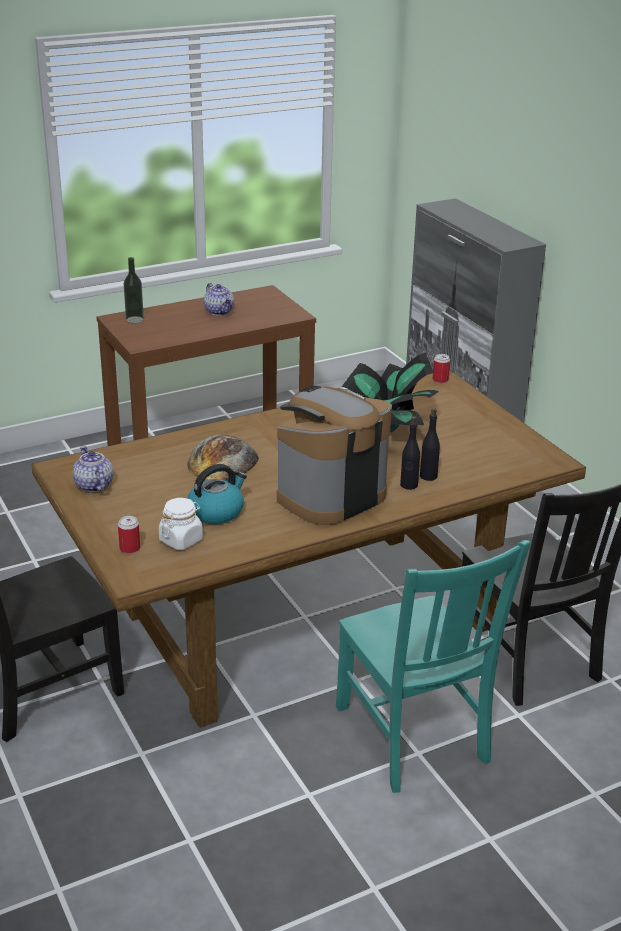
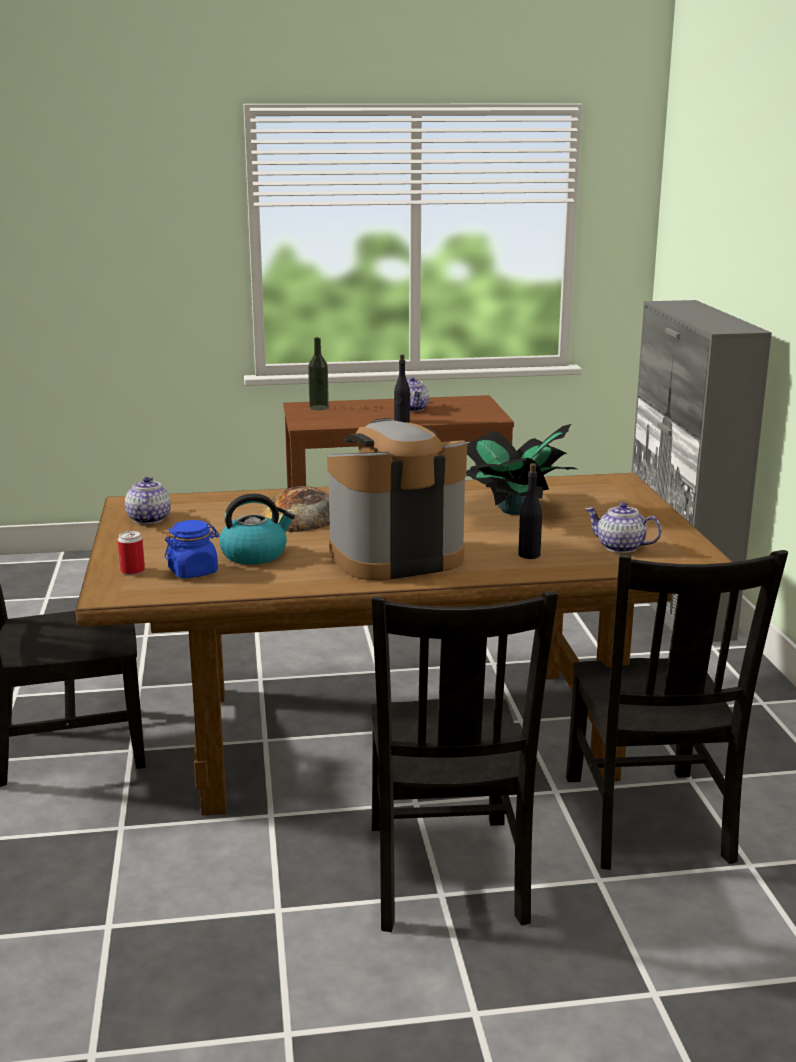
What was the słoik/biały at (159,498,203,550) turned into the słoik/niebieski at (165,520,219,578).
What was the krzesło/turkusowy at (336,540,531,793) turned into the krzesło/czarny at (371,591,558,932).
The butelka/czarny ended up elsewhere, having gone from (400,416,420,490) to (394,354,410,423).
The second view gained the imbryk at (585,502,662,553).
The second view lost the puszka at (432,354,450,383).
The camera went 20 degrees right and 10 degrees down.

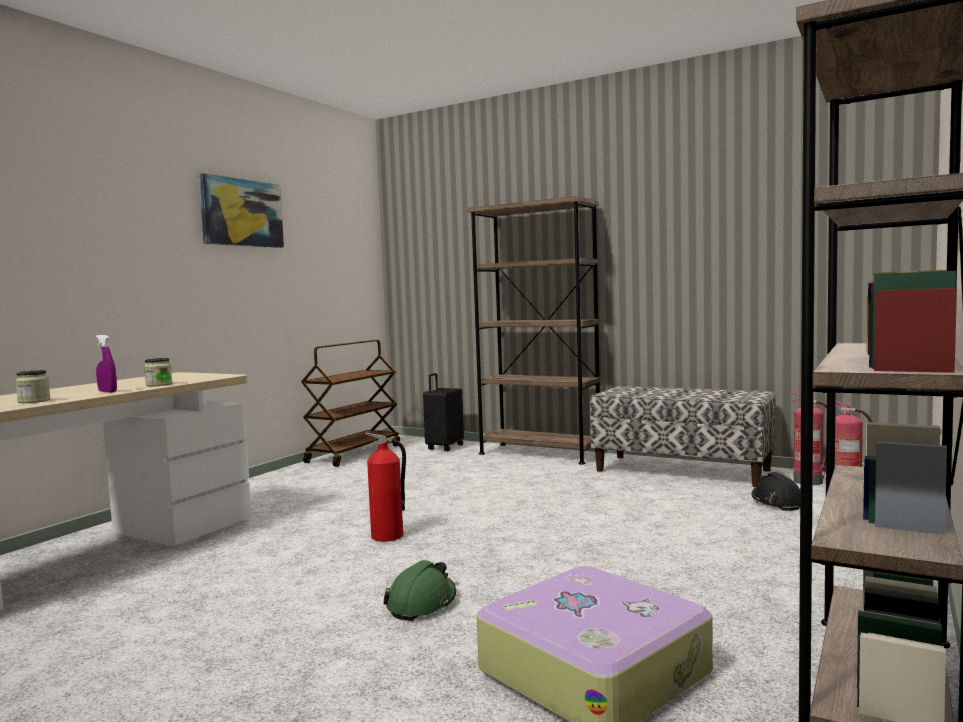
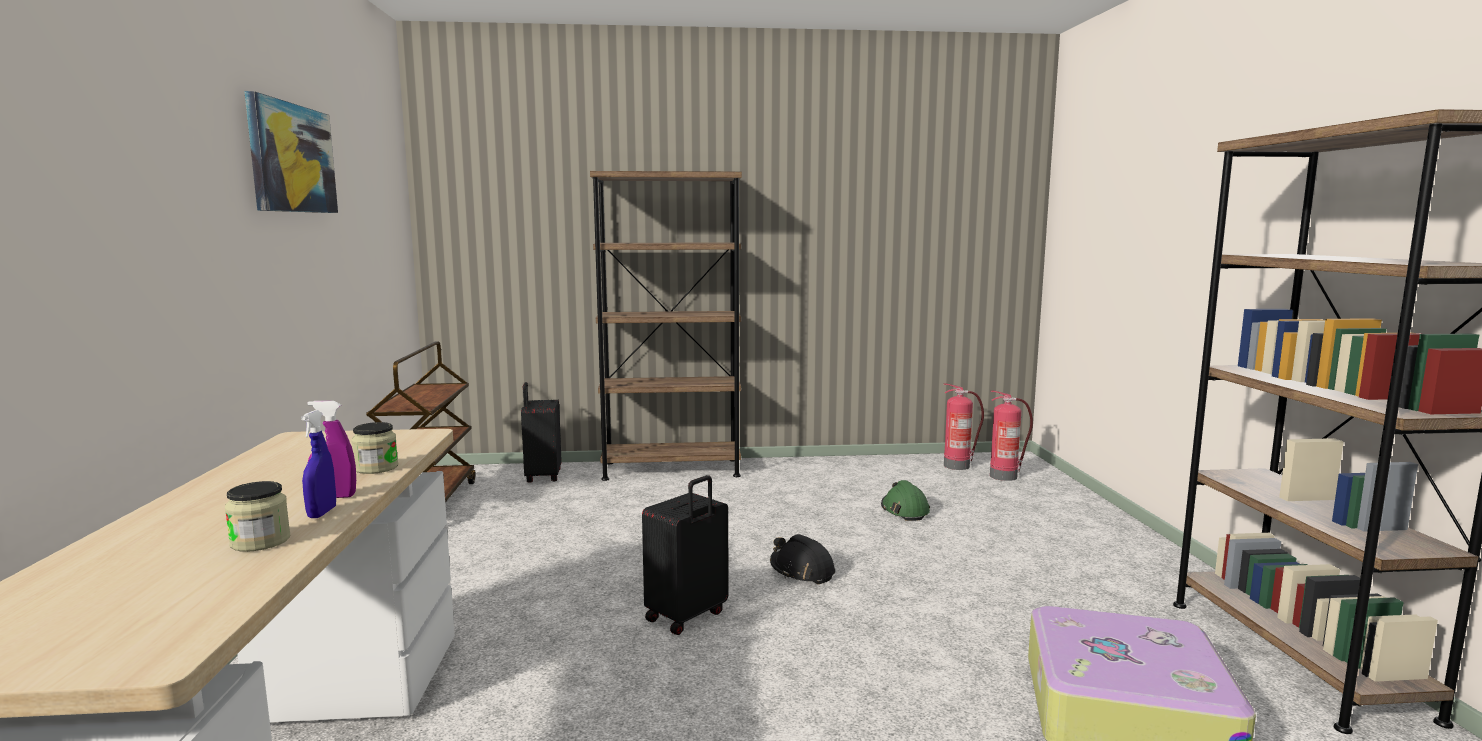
The second view gained the spryskiwacz/niebieski at (301,410,336,518).
Where the gaśnica stood at (363,433,406,542), the walizka/czarny came to stand at (642,475,729,635).
The kask/czarny ended up elsewhere, having gone from (751,472,800,511) to (770,534,835,584).
The kask/zielony ended up elsewhere, having gone from (383,560,456,621) to (881,480,930,521).
The second view lost the ławka at (590,386,776,487).
The camera went 35 degrees left and 5 degrees up.

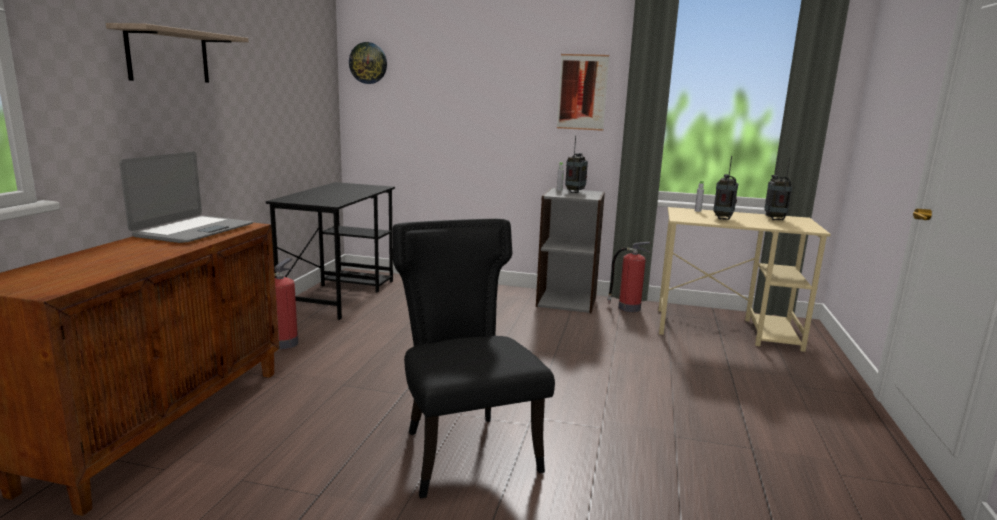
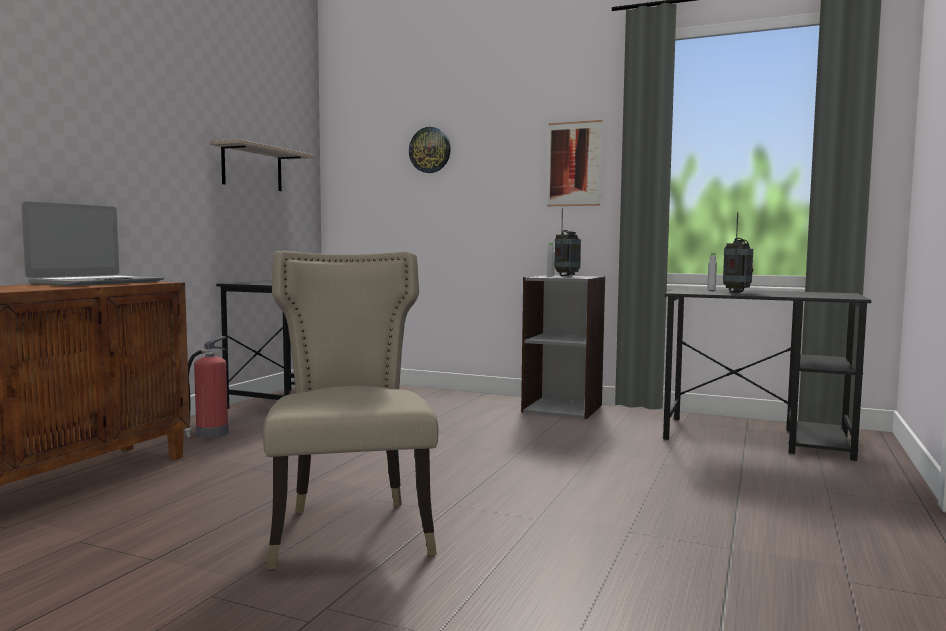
The półka ended up elsewhere, having gone from (106,23,249,83) to (210,139,314,191).
What was the krzesło/czarny at (393,219,555,499) turned into the krzesło/beżowy at (263,251,438,569).
The zegar ścienny ended up elsewhere, having gone from (349,42,387,84) to (409,127,451,173).
What was the biurko/beżowy at (658,207,831,352) turned into the biurko/czarny at (663,288,871,461).
The second view lost the gaśnica at (607,242,650,312).
The second view lost the radio at (764,157,792,220).
The camera went 10 degrees right and 10 degrees down.

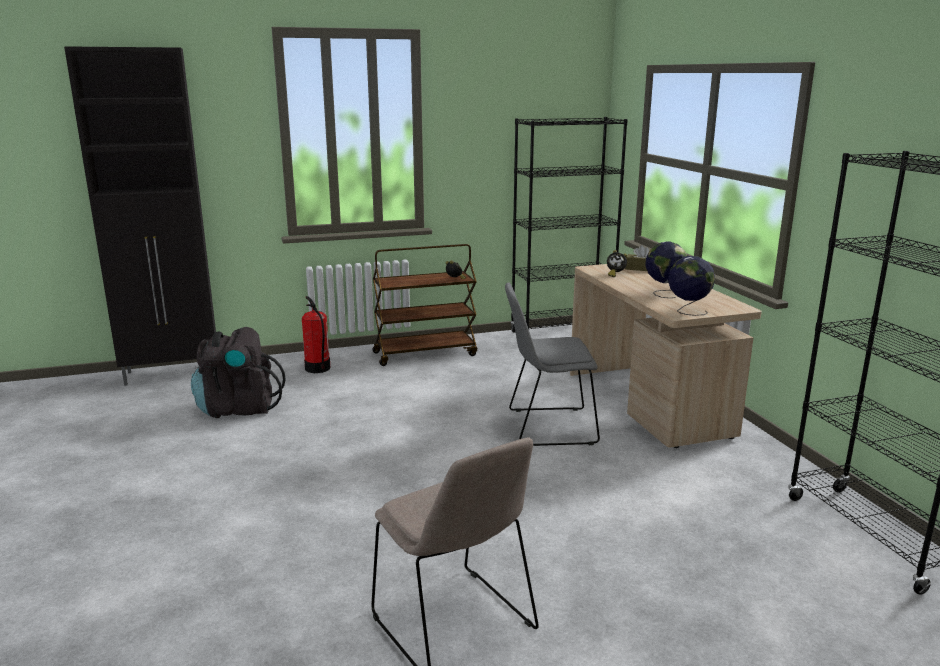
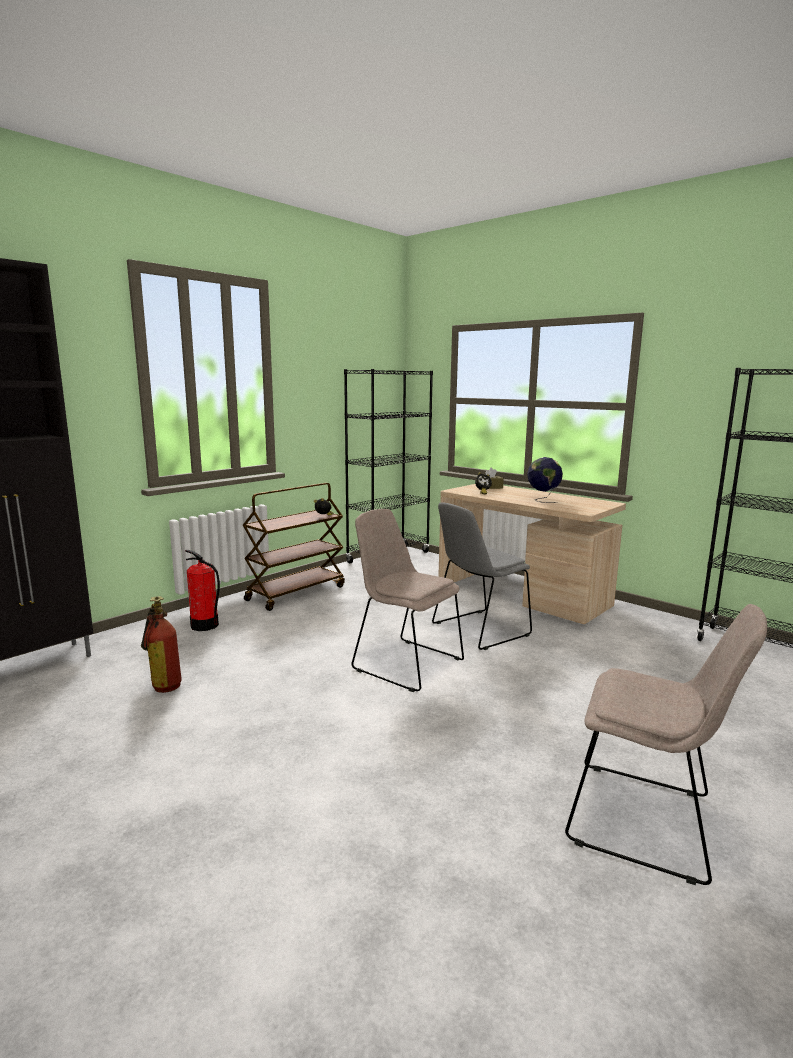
Where the plecak/czarny stood at (191,327,286,418), the gaśnica came to stand at (141,596,182,693).
The second view gained the krzesło/beżowy at (351,509,464,692).
The second view lost the globus at (668,256,715,316).
The camera went 30 degrees left and 5 degrees down.

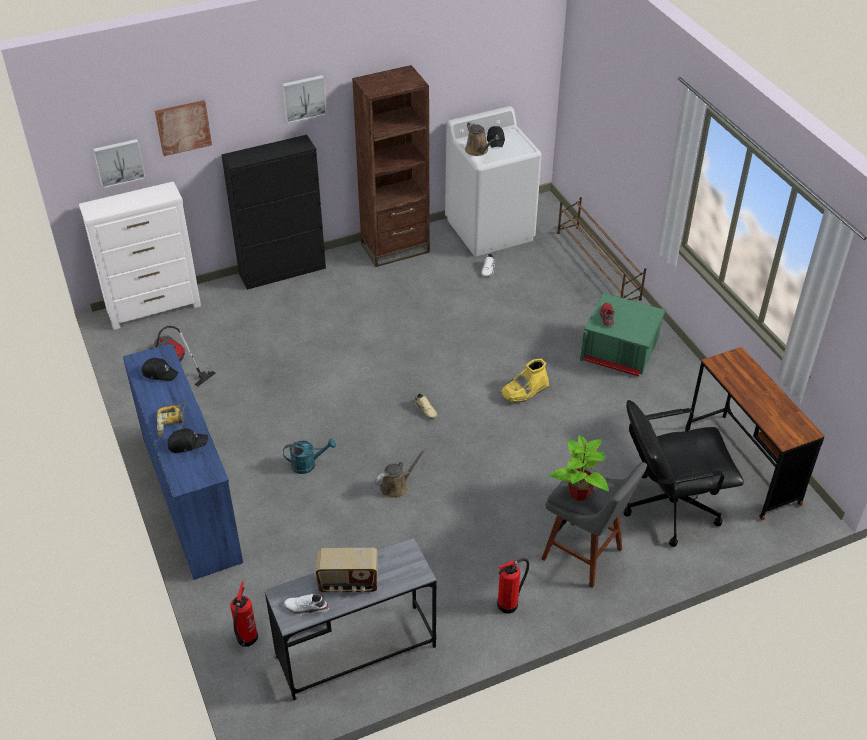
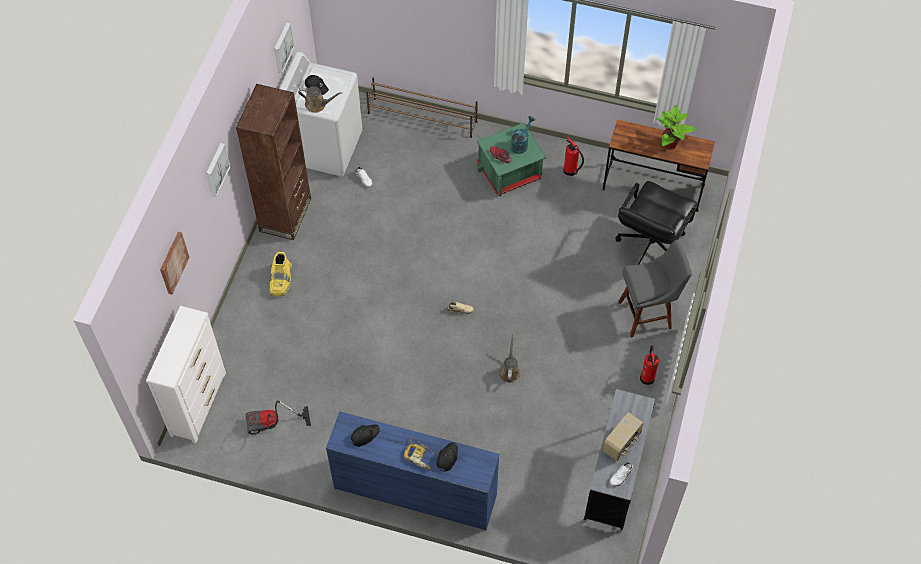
The but z cholewką/żółty ended up elsewhere, having gone from (500,359,549,403) to (269,252,292,296).
The obraz ended up elsewhere, having gone from (93,139,146,188) to (274,22,294,73).
The konewka/turkusowy ended up elsewhere, having gone from (283,438,336,474) to (511,116,535,154).
The gaśnica ended up elsewhere, having gone from (230,582,258,647) to (563,136,584,176).
The roślina doniczkowa ended up elsewhere, having gone from (549,434,609,501) to (656,105,697,149).
The second view lost the szafka/czarny at (221,135,326,290).
The camera went 50 degrees left and 15 degrees up.

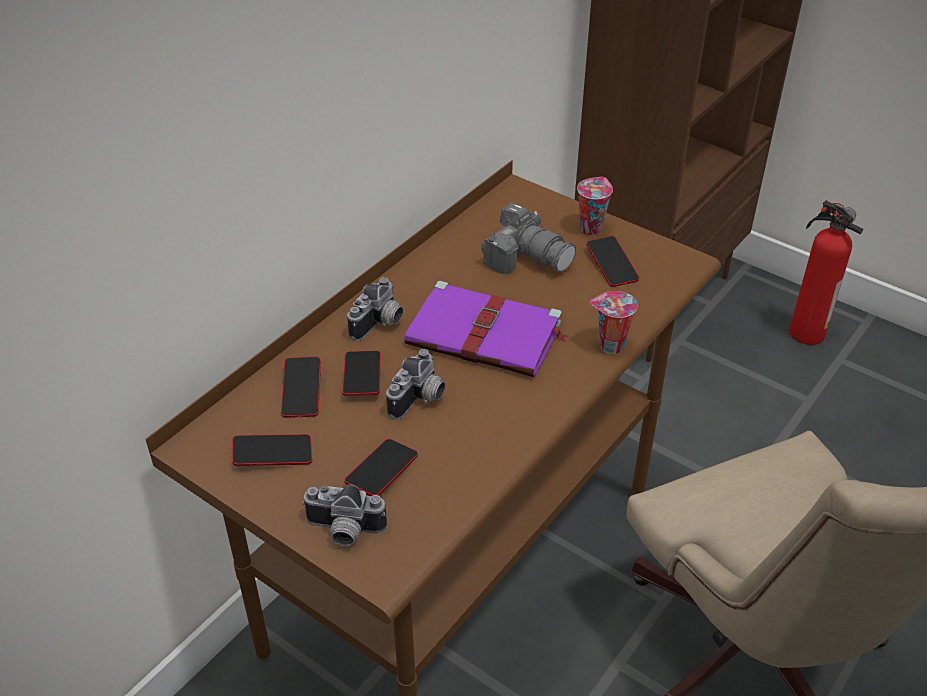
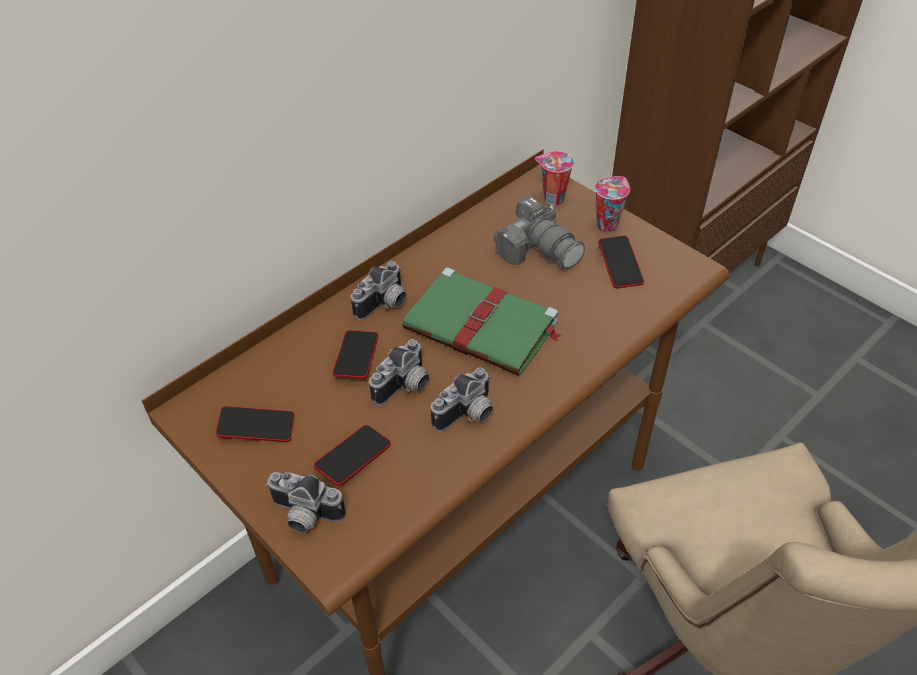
What was the książka/fioletowy at (404,281,568,377) turned into the książka/zielony at (402,267,562,376).
The second view gained the aparat fotograficzny at (431,367,493,432).
The filiżanka ended up elsewhere, having gone from (590,291,637,354) to (535,151,574,205).
The second view lost the telefon at (281,357,321,418).
The second view lost the gaśnica at (789,200,863,345).
The camera went 10 degrees right and 5 degrees up.

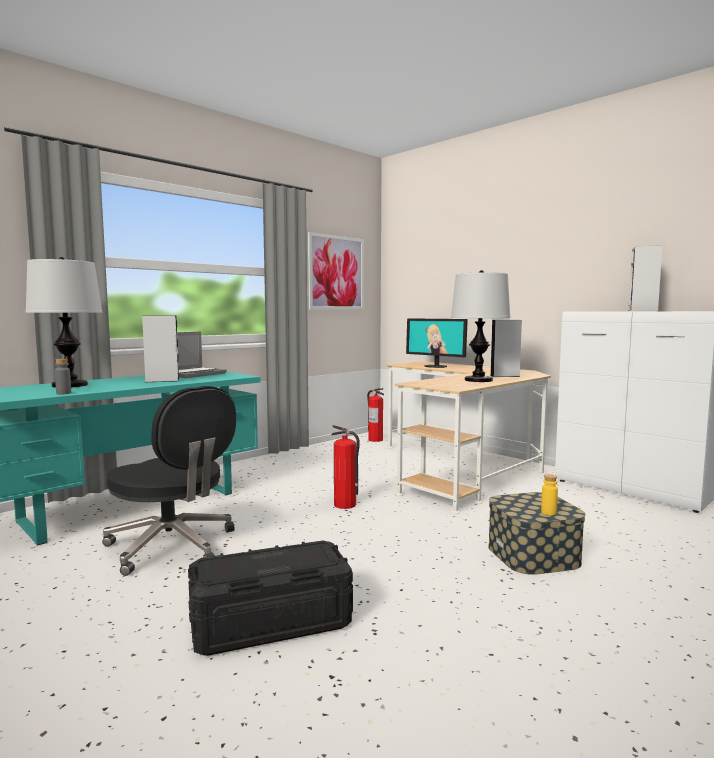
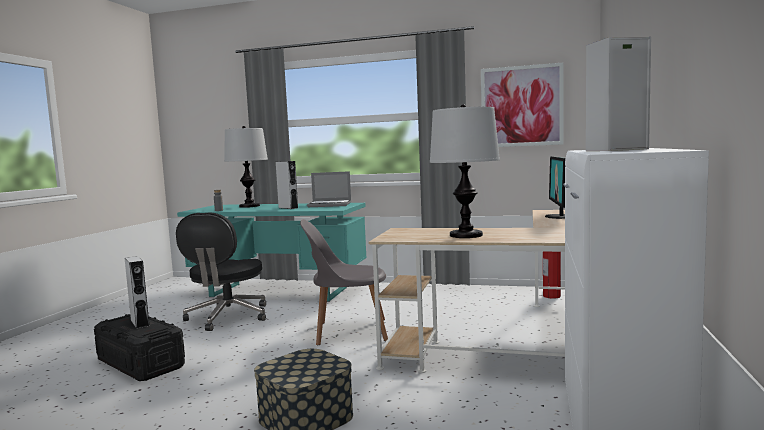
The głośnik/szary ended up elsewhere, having gone from (491,320,522,377) to (125,256,150,329).
Where the gaśnica stood at (331,425,360,509), the krzesło/szary came to stand at (300,219,388,345).
The second view lost the butelka/żółty at (541,474,558,515).
The camera went 60 degrees right and 0 degrees up.

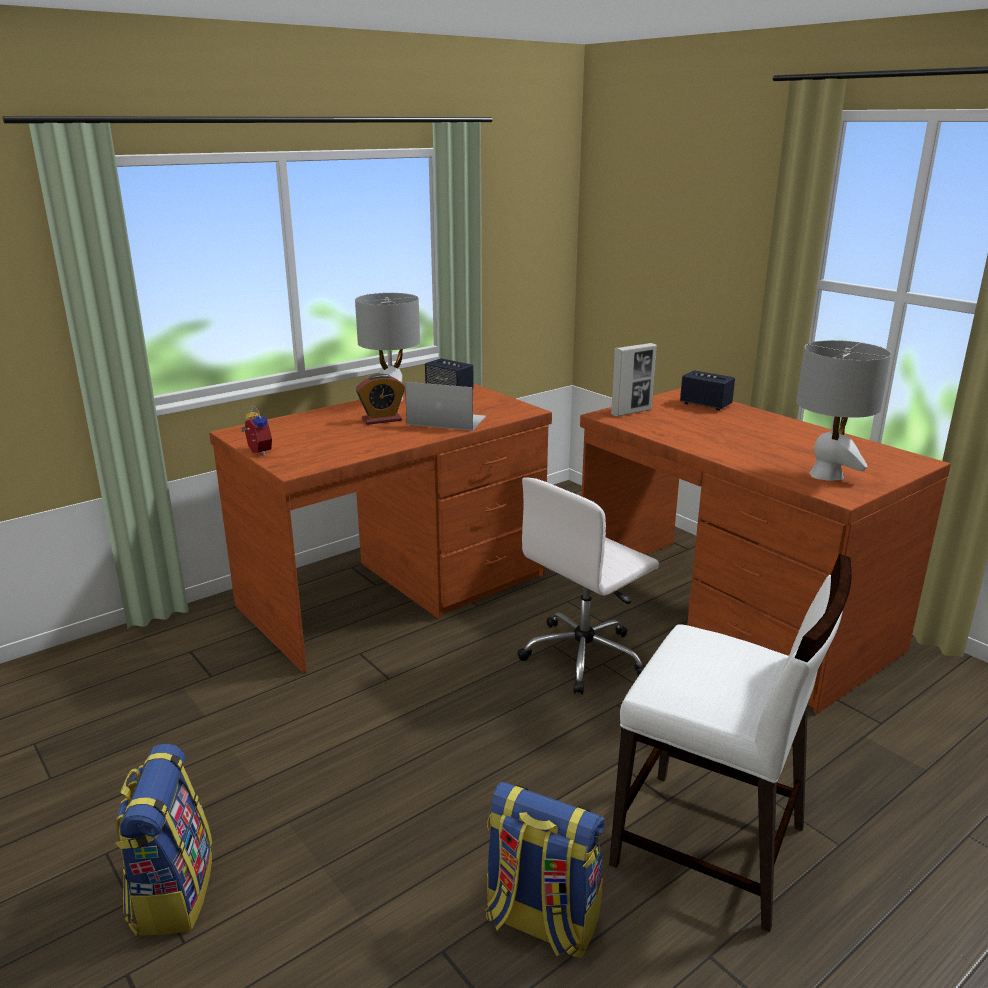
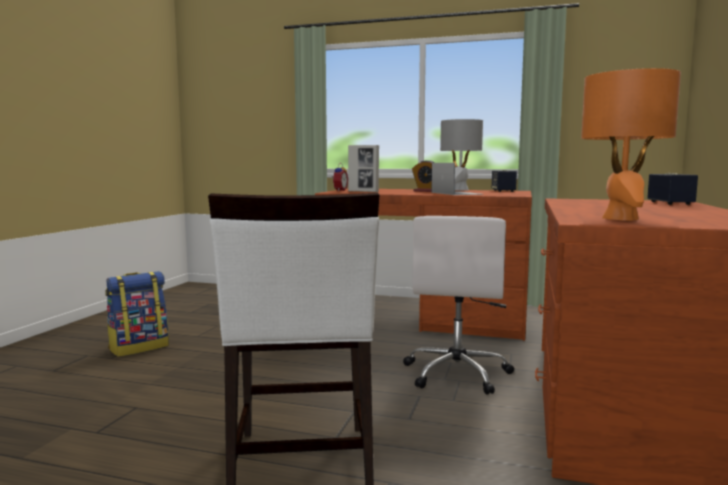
The ramka na zdjęcie ended up elsewhere, having gone from (611,343,657,417) to (348,145,379,192).
The krzesło biurowe/biały at (517,477,659,694) ended up facing another way, 90 degrees counterclockwise from before.
What was the lampa stołowa/szary at (797,340,891,481) turned into the lampa stołowa/pomarańczowy at (581,68,681,221).
The second view lost the plecak at (485,782,605,958).
The camera went 55 degrees right and 15 degrees down.

